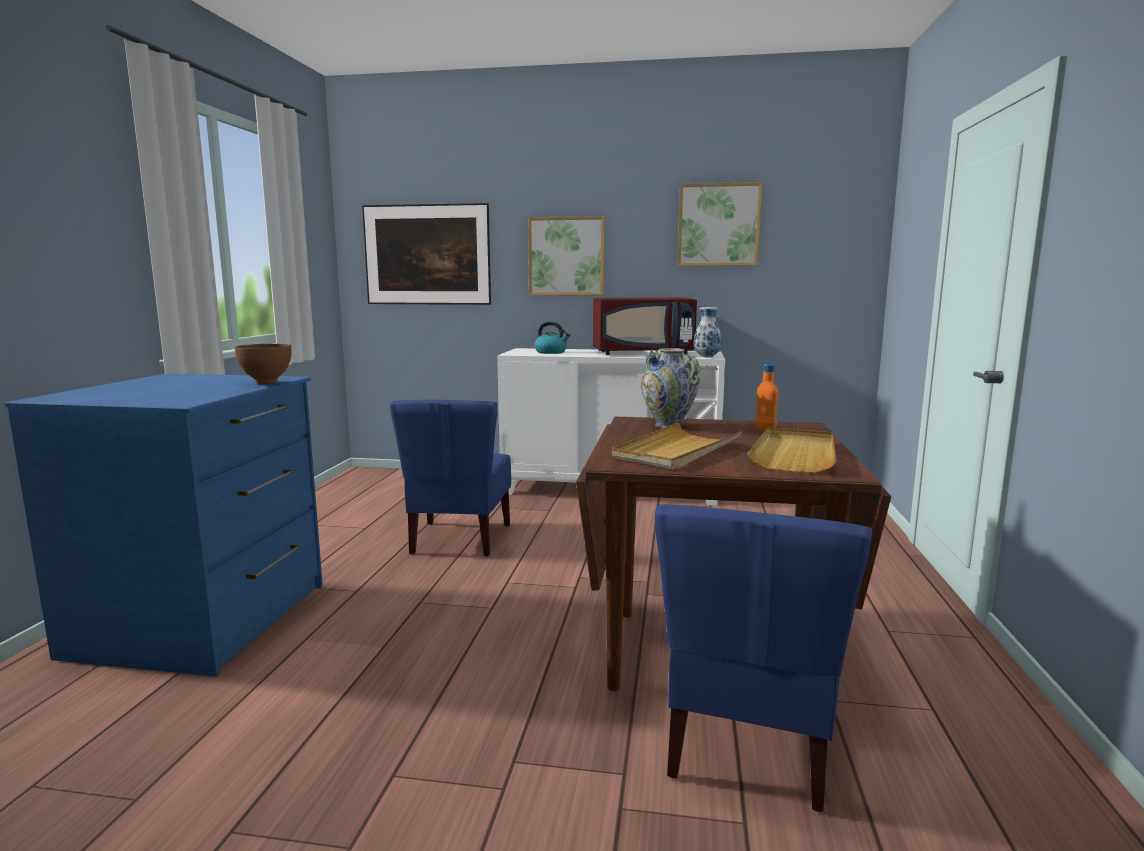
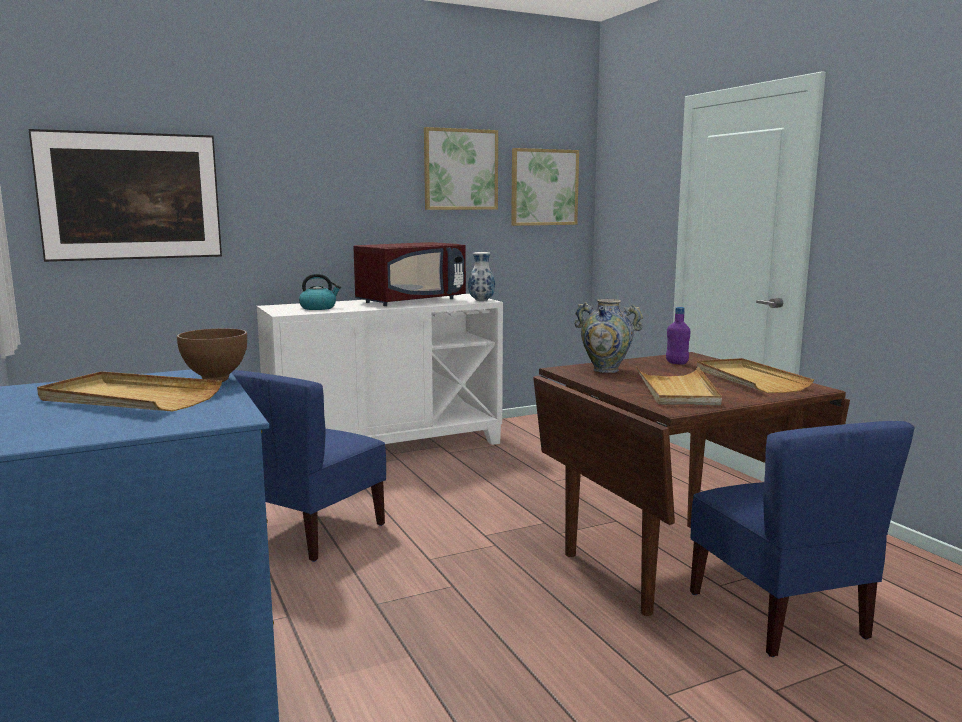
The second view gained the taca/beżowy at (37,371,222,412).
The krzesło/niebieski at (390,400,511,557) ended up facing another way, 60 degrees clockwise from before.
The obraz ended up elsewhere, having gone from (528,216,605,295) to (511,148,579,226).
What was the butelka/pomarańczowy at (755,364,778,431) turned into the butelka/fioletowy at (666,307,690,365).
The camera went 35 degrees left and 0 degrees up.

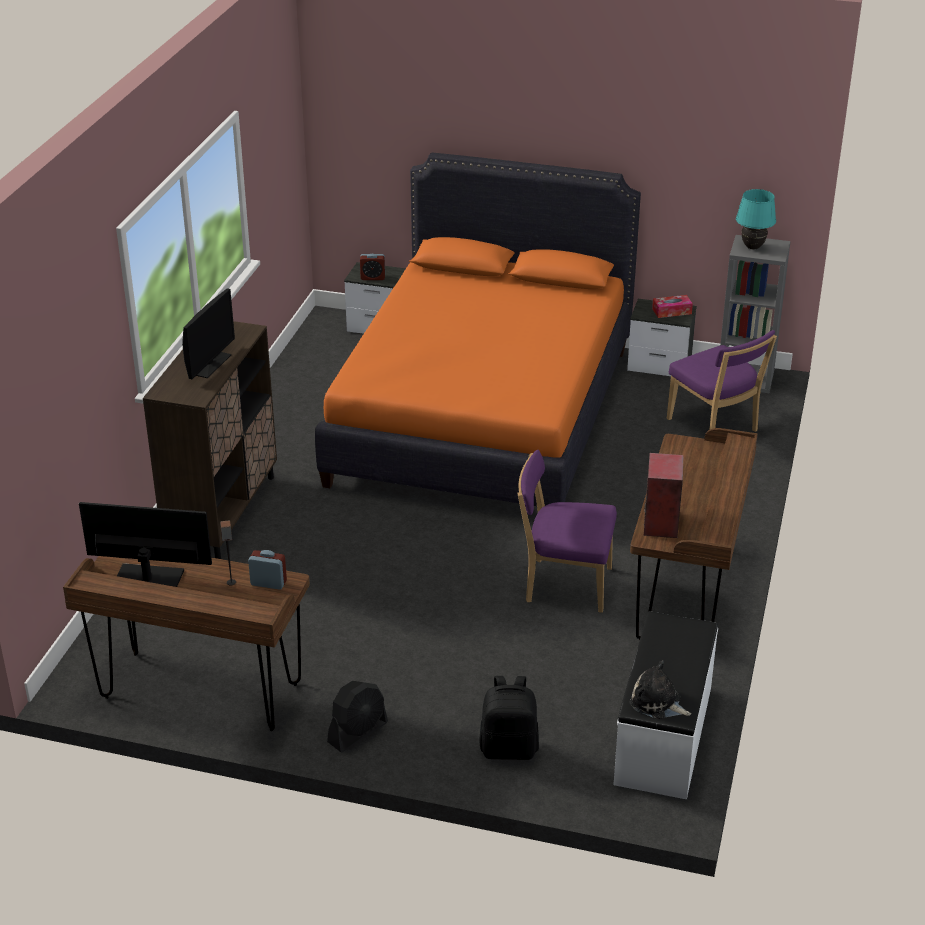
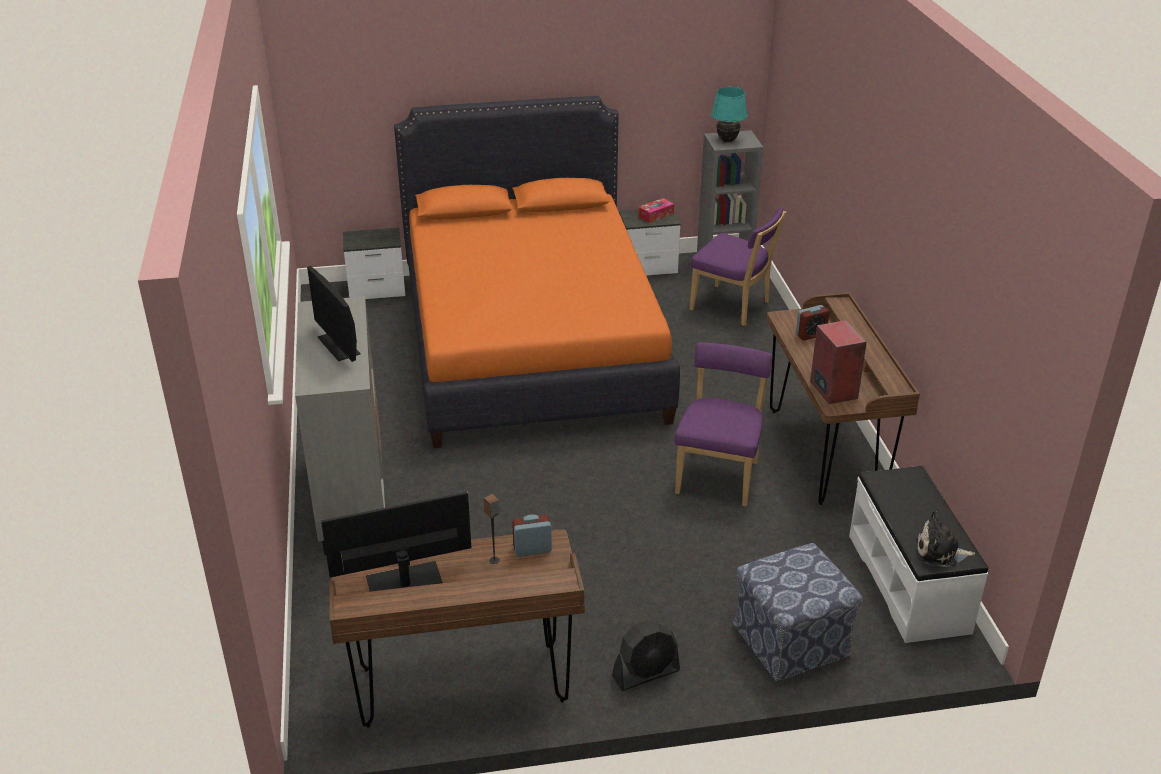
What was the szafka/brązowy at (143,321,277,559) turned into the szafka/szary at (295,296,385,555).
The monitor at (182,288,235,379) ended up facing another way, 150 degrees clockwise from before.
The wentylator/czarny at (327,681,388,752) ended up facing another way, 45 degrees clockwise from before.
The krzesło/fioletowy at (517,450,617,613) ended up facing another way, 120 degrees clockwise from before.
Where the plecak/czarny stood at (479,676,539,760), the pufa came to stand at (733,543,863,682).
The budzik ended up elsewhere, having gone from (360,254,385,280) to (796,305,829,340).
The camera went 25 degrees left and 0 degrees up.

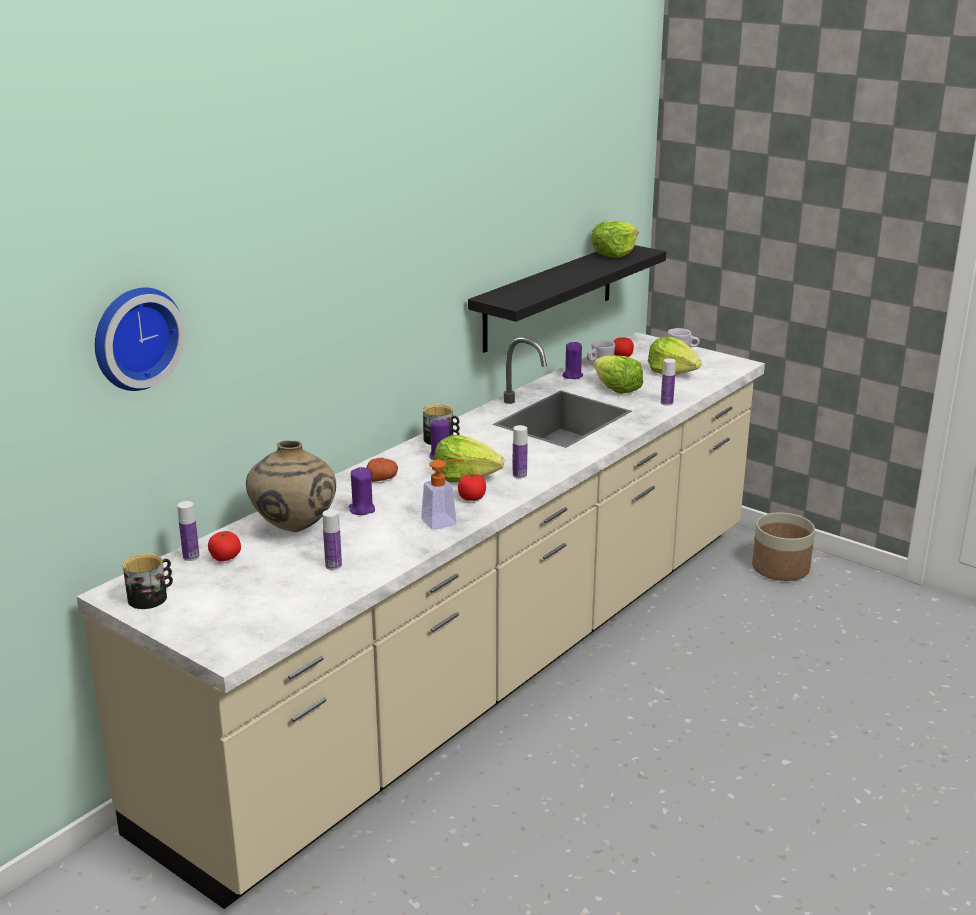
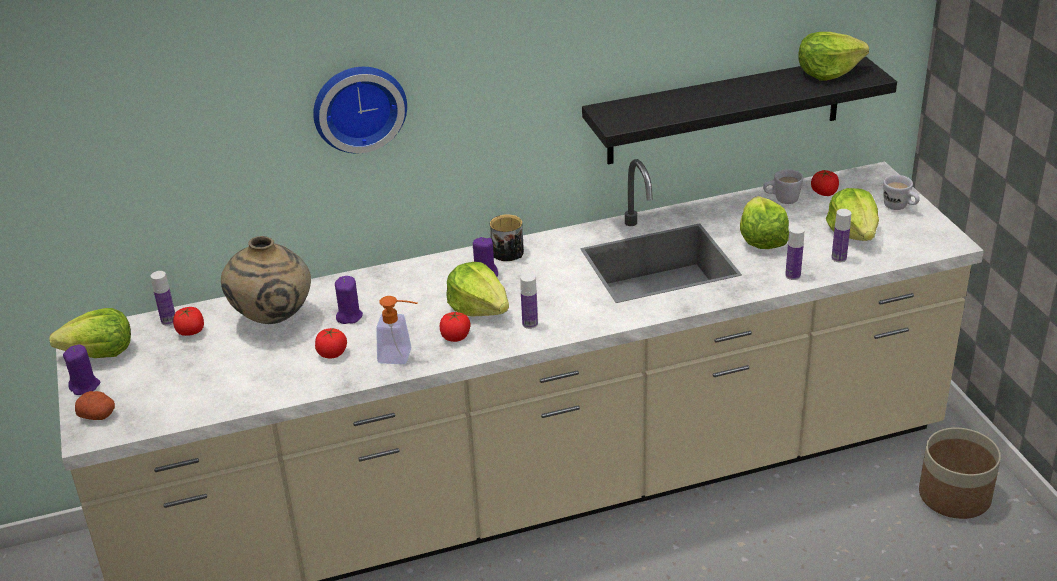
Where the kubek stood at (123,554,173,609), the sałata came to stand at (49,308,131,358).
The świeca/fioletowy ended up elsewhere, having gone from (562,342,583,379) to (63,344,100,395).
The ziemniak ended up elsewhere, having gone from (366,458,398,482) to (75,391,115,420).
The zegar ścienny ended up elsewhere, having gone from (95,288,185,391) to (313,67,407,153).
The second view gained the pomidor at (315,327,347,359).
The butelka ended up elsewhere, having gone from (322,509,342,570) to (831,209,851,262).
The camera went 35 degrees right and 10 degrees up.

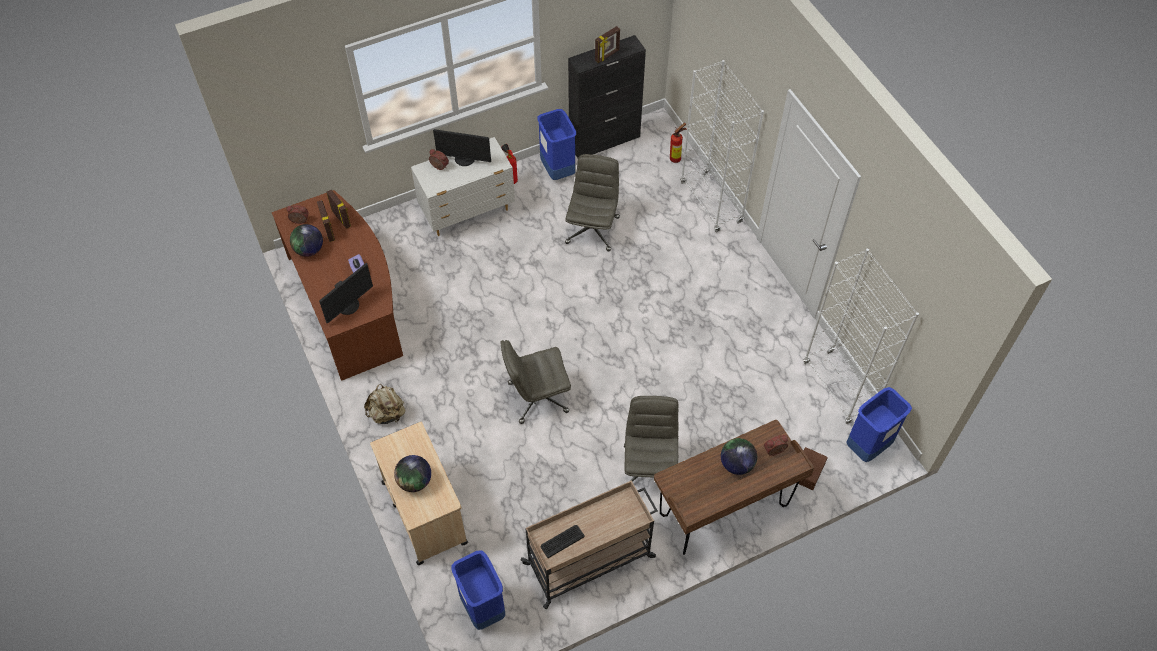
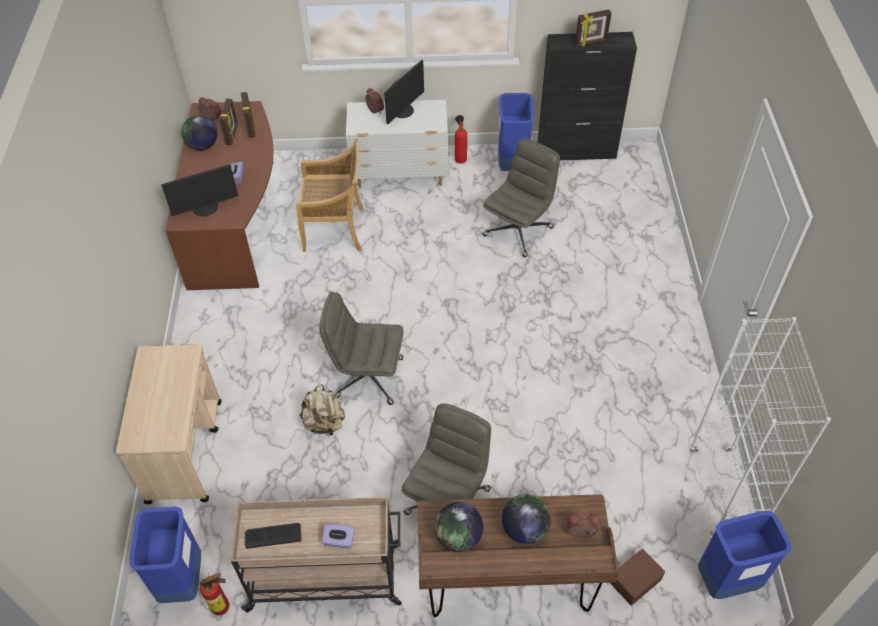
The gaśnica ended up elsewhere, having gone from (670,123,687,163) to (199,573,229,615).
The second view gained the krzesło/beżowy at (296,138,363,252).
The plecak/beżowy ended up elsewhere, having gone from (364,384,405,424) to (300,384,345,437).
The second view gained the pudełko chusteczek/fioletowy at (322,524,355,548).
The monitor at (433,129,491,166) ended up facing another way, 90 degrees counterclockwise from before.
The globus ended up elsewhere, having gone from (394,455,431,492) to (434,502,483,552).
The second view lost the regał/biały at (680,60,764,232).
The camera went 25 degrees right and 5 degrees down.

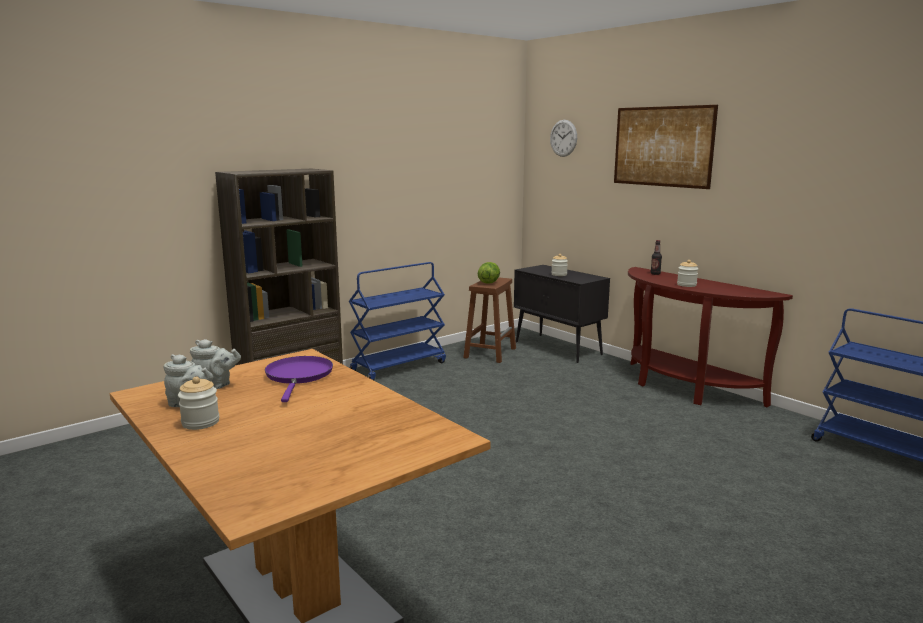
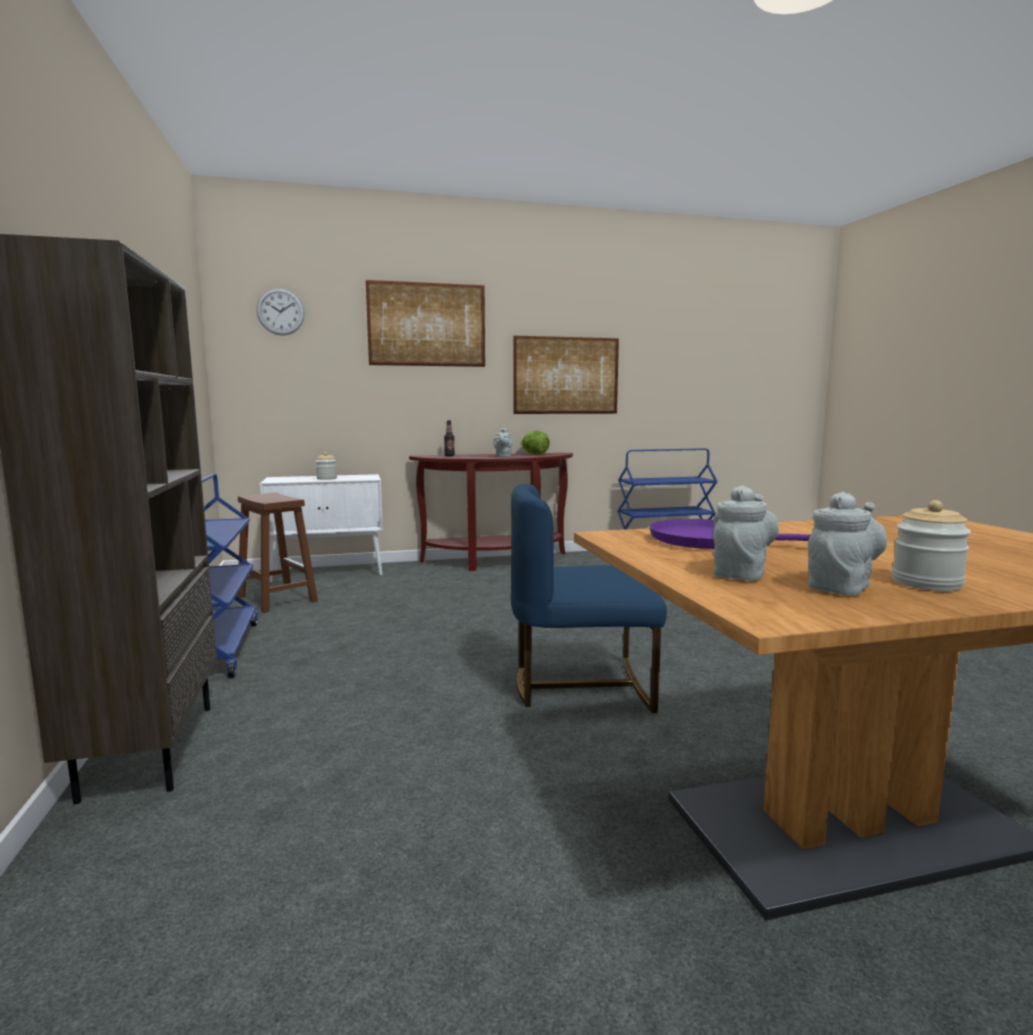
What was the szafka/czarny at (514,265,610,363) turned into the szafka/biały at (260,474,383,583).
Where the słoik stood at (677,260,698,287), the imbryk/szary came to stand at (493,428,513,457).
The second view gained the krzesło/niebieski at (511,484,667,713).
The second view gained the obraz at (513,336,619,414).
The sałata ended up elsewhere, having gone from (478,262,500,284) to (520,431,550,455).
The camera went 65 degrees left and 5 degrees down.

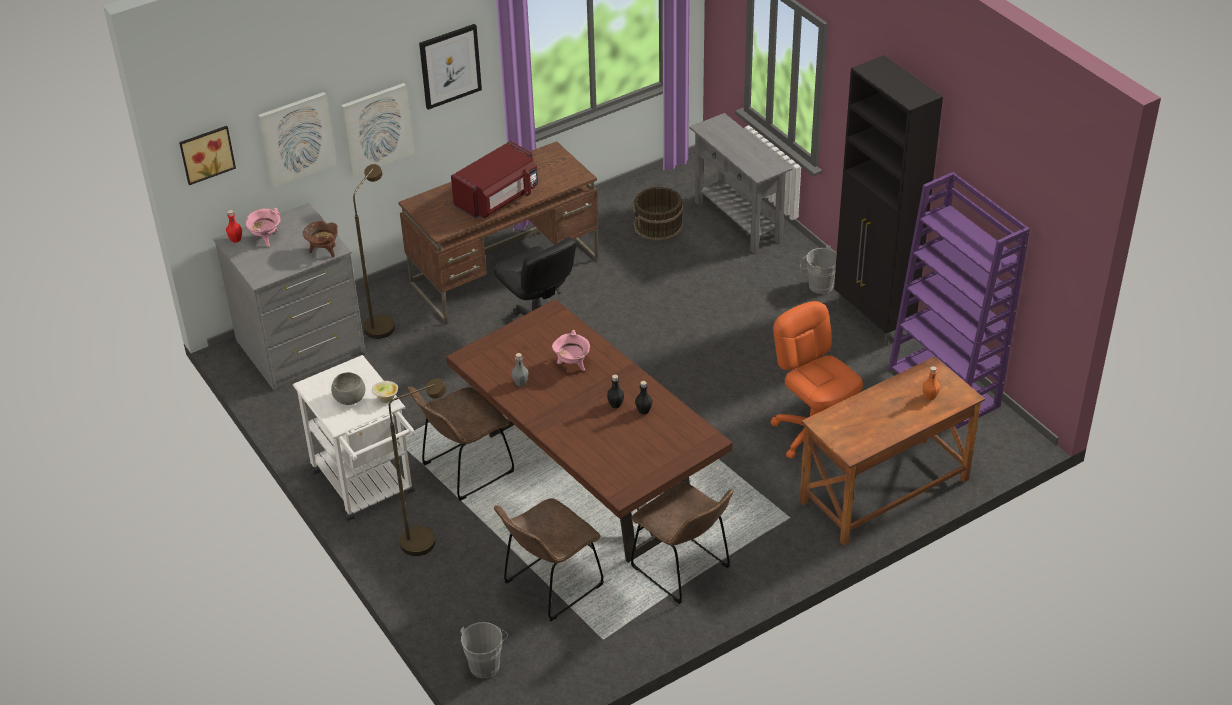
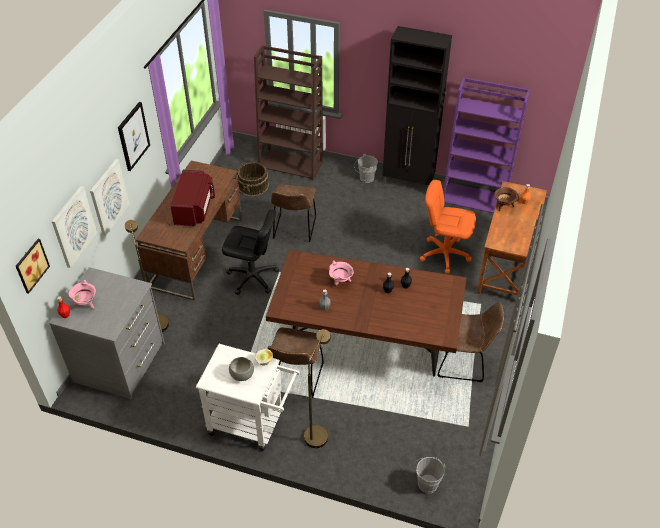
Where the stolik konsolowy/szary stood at (689,113,793,254), the regał/brązowy came to stand at (254,45,323,180).
The krzesło/brązowy ended up elsewhere, having gone from (494,498,604,621) to (271,184,316,242).
The garnek/brązowy ended up elsewhere, having gone from (303,221,338,258) to (494,187,520,211).
The camera went 40 degrees left and 5 degrees up.

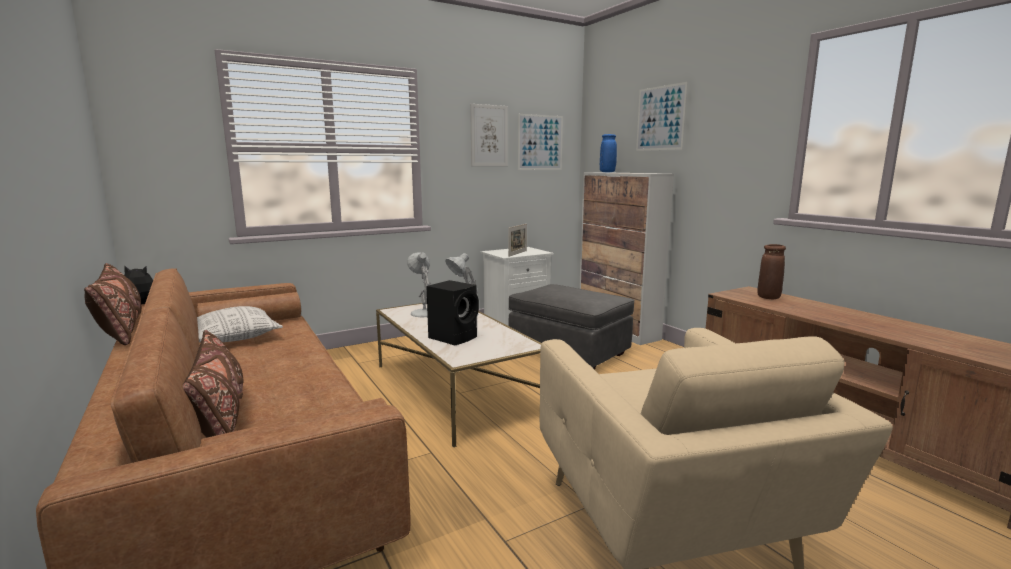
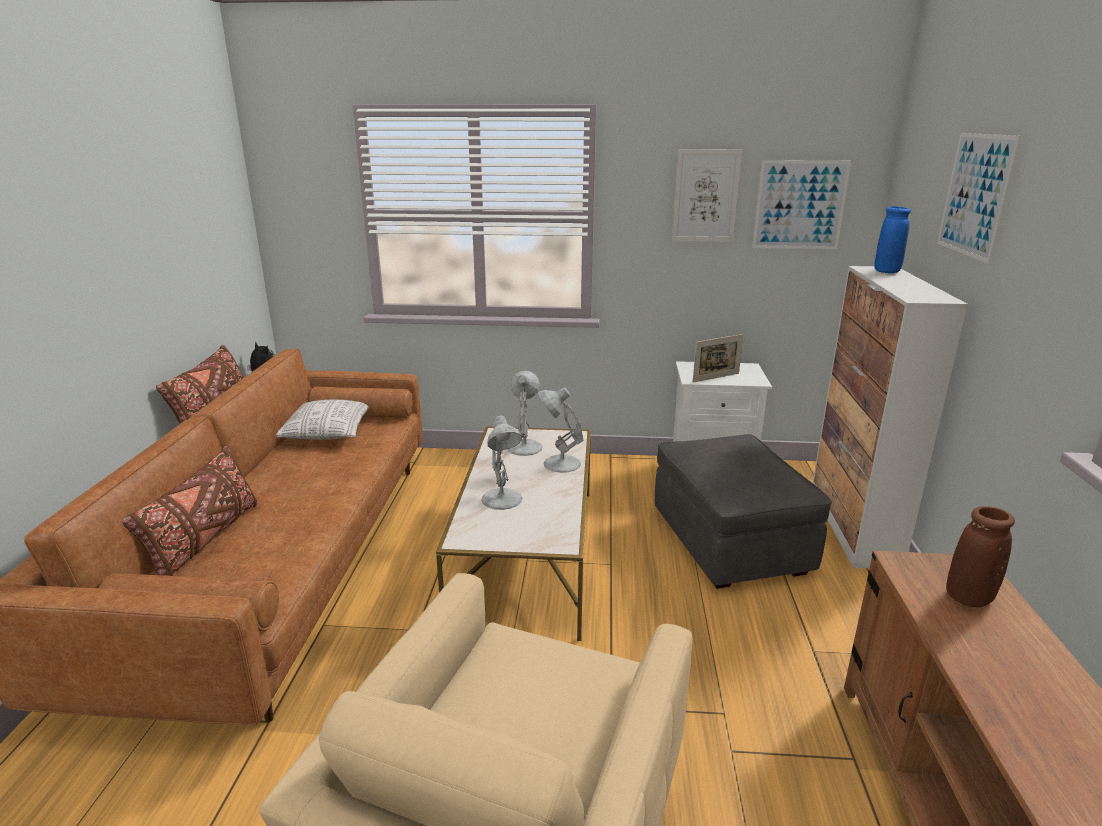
Where the głośnik/czarny stood at (426,280,479,346), the lampa stołowa/biały came to stand at (481,416,522,510).
The camera went 35 degrees right and 10 degrees up.

